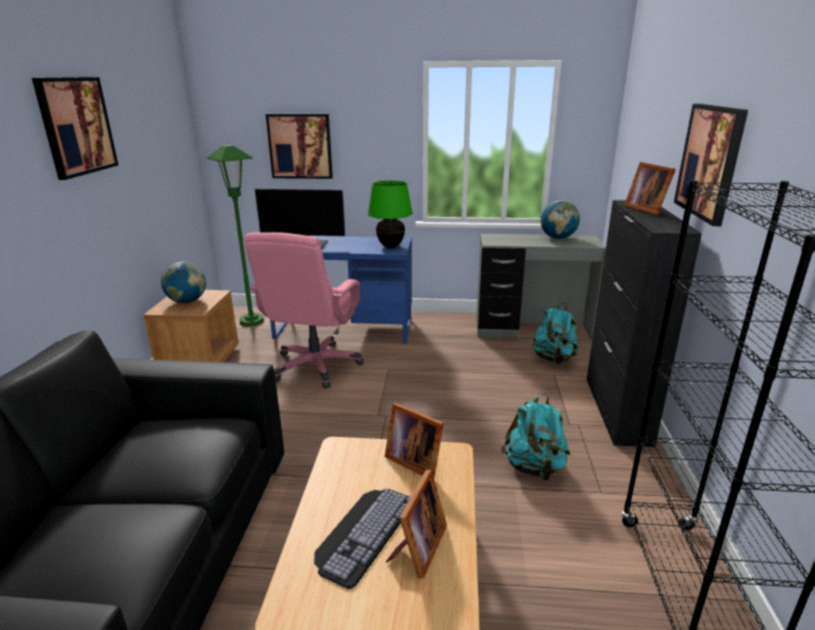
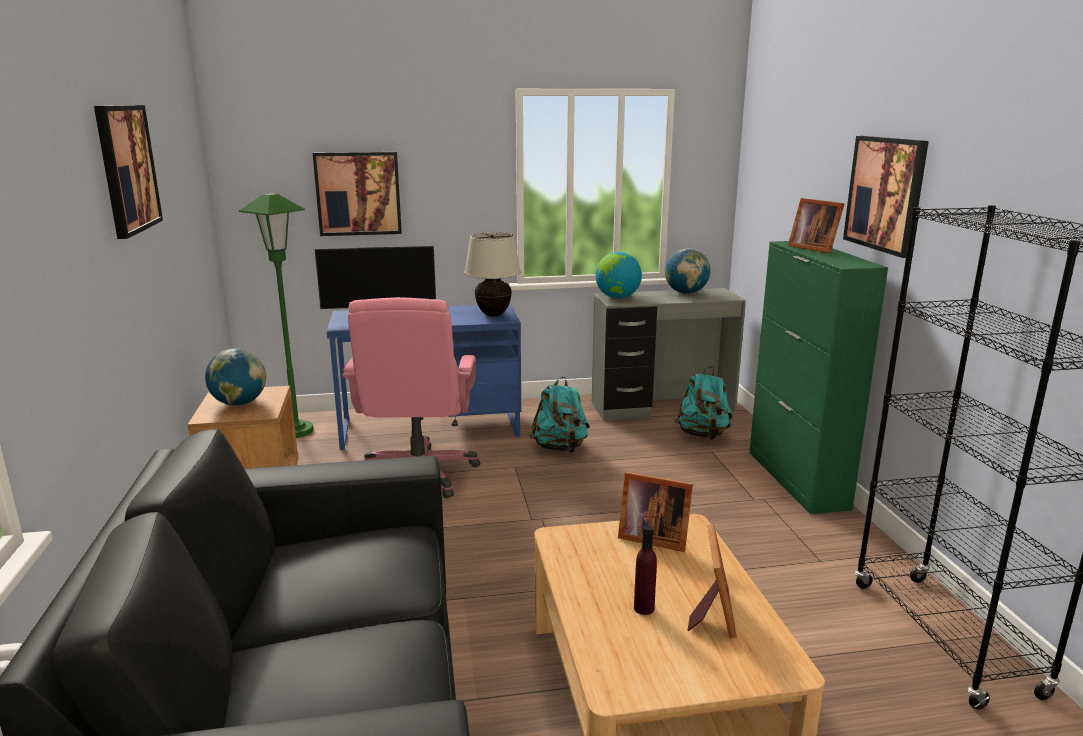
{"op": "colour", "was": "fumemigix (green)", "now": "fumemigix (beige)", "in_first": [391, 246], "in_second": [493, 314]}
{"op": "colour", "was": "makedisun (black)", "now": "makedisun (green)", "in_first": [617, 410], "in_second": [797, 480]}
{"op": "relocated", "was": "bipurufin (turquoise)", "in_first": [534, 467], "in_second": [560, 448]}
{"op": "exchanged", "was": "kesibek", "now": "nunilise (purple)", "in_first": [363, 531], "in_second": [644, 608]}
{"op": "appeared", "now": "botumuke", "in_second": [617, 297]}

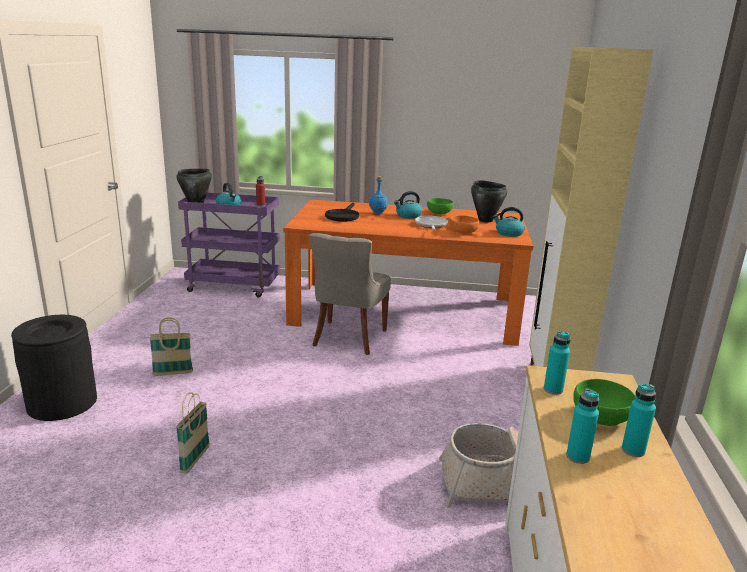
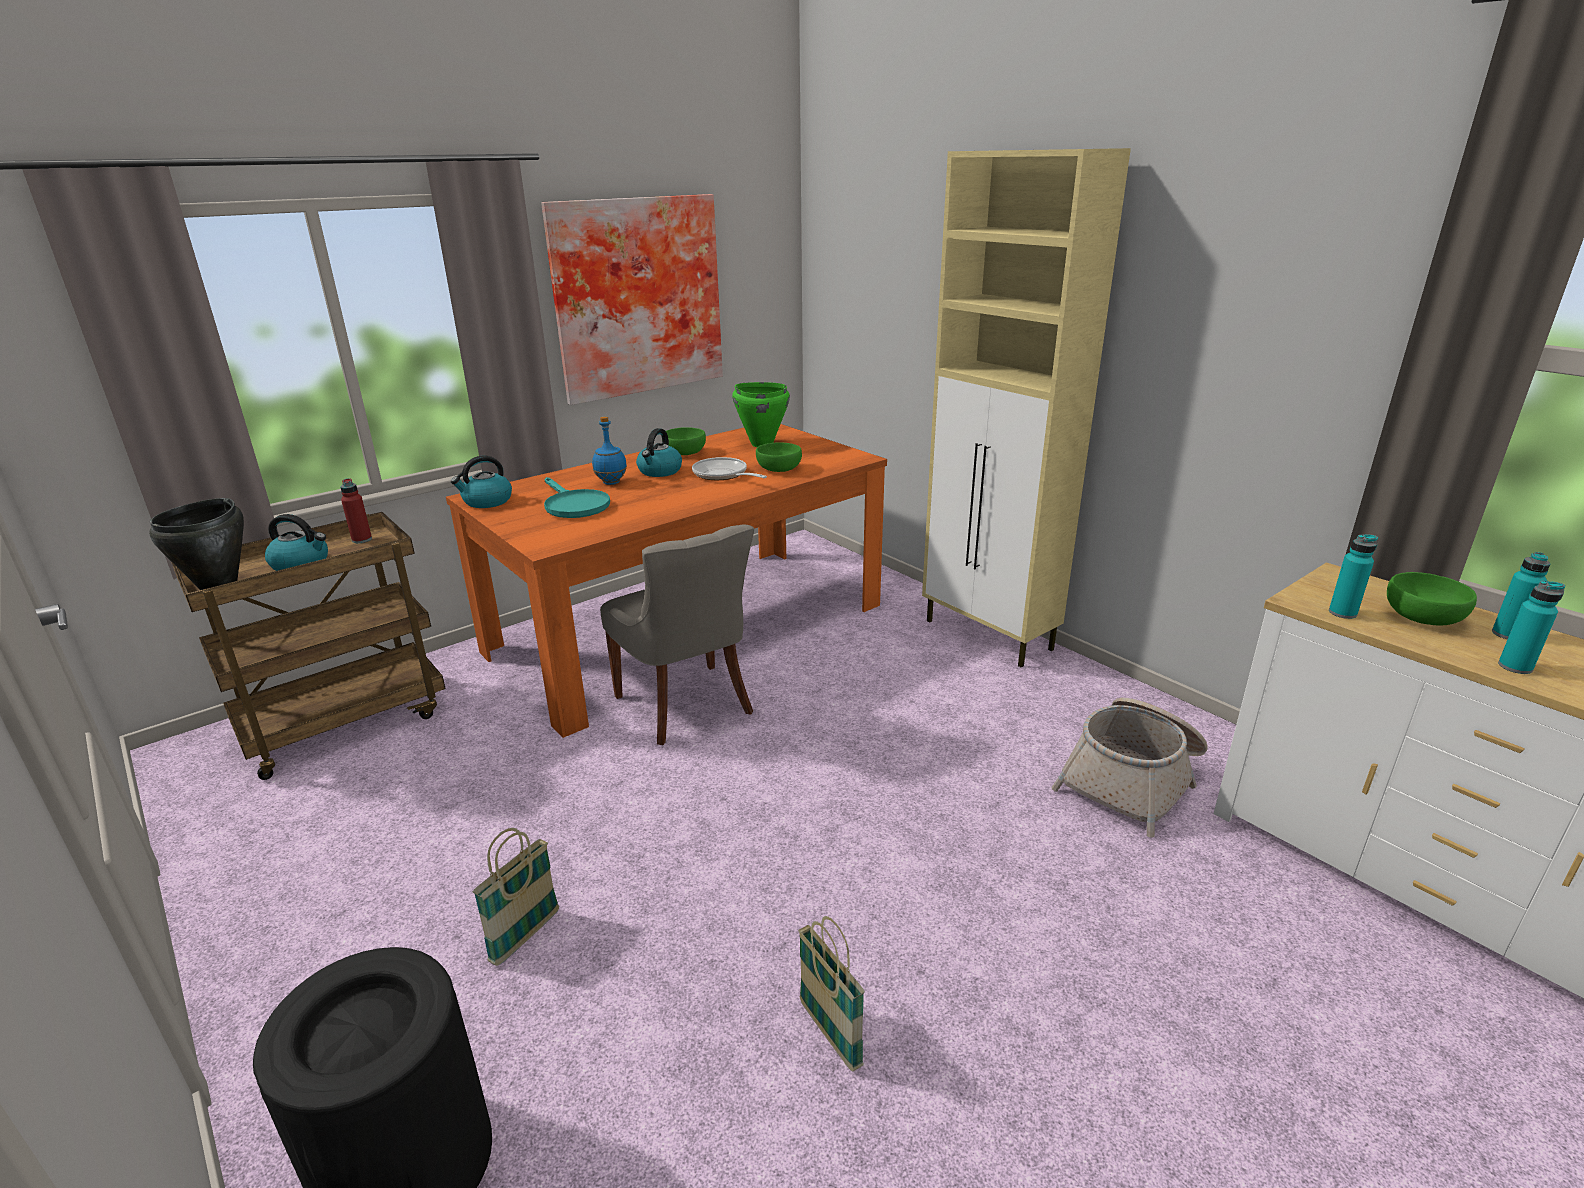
{"op": "colour", "was": "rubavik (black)", "now": "rubavik (green)", "in_first": [485, 220], "in_second": [761, 444]}
{"op": "colour", "was": "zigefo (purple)", "now": "zigefo (brown)", "in_first": [235, 286], "in_second": [346, 722]}
{"op": "colour", "was": "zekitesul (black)", "now": "zekitesul (turquoise)", "in_first": [343, 216], "in_second": [573, 505]}
{"op": "relocated", "was": "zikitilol", "in_first": [508, 233], "in_second": [487, 501]}
{"op": "colour", "was": "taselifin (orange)", "now": "taselifin (green)", "in_first": [463, 232], "in_second": [779, 469]}
{"op": "appeared", "now": "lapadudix", "in_second": [636, 297]}

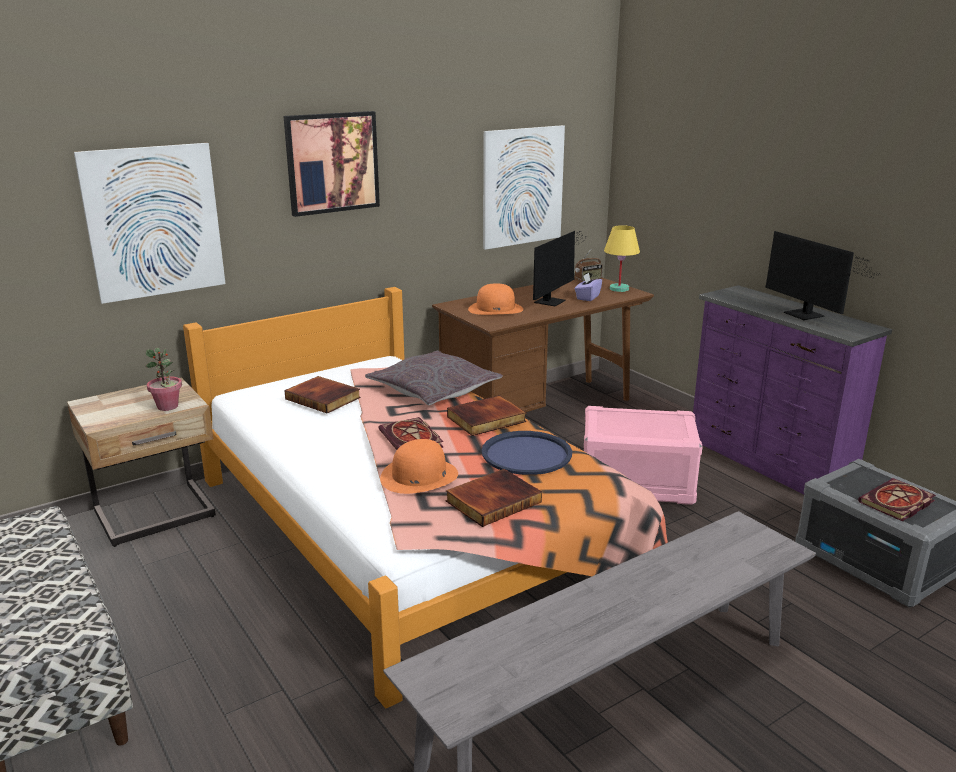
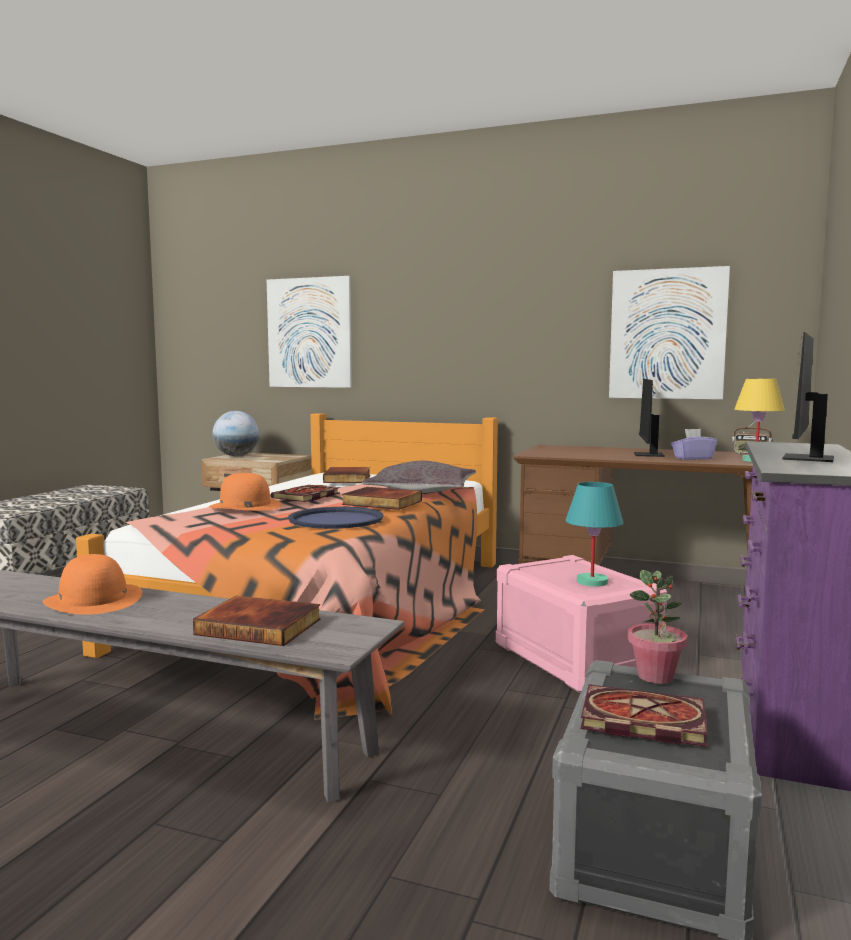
{"op": "missing", "was": "lapadudix", "in_first": [332, 162]}
{"op": "spun", "was": "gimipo", "in_first": [553, 300], "in_second": [647, 455], "clockwise": 105}
{"op": "relocated", "was": "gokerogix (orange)", "in_first": [495, 309], "in_second": [94, 600]}
{"op": "relocated", "was": "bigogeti", "in_first": [168, 406], "in_second": [655, 677]}
{"op": "relocated", "was": "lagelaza", "in_first": [492, 500], "in_second": [260, 626]}
{"op": "appeared", "now": "botumuke", "in_second": [236, 456]}
{"op": "appeared", "now": "fumemigix (turquoise)", "in_second": [592, 582]}

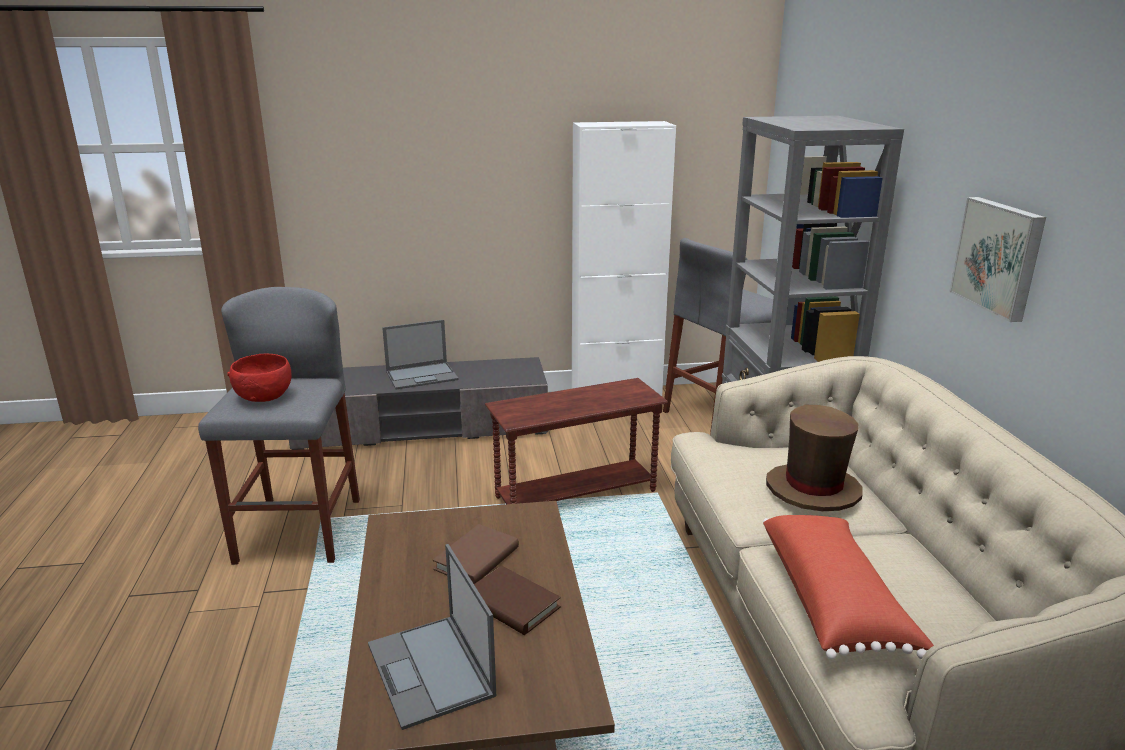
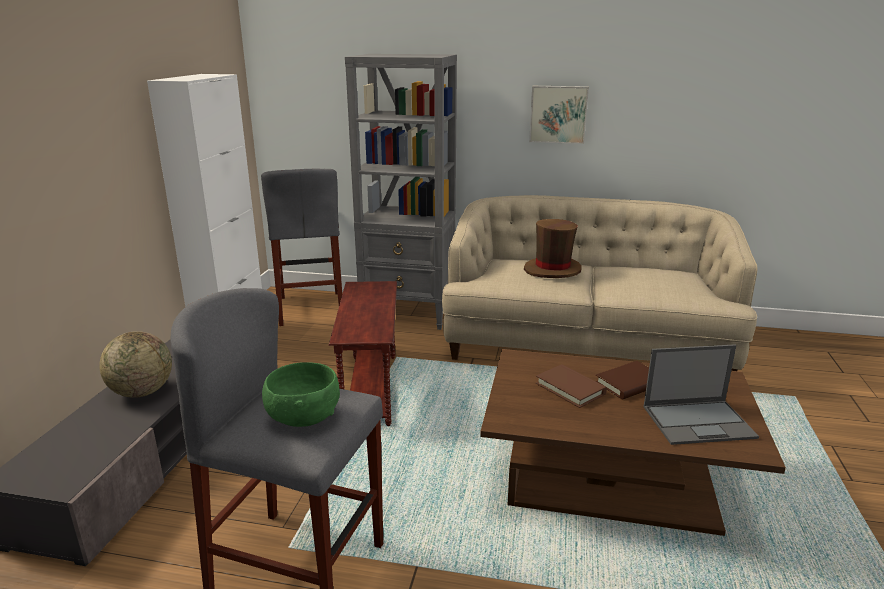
{"op": "exchanged", "was": "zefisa", "now": "botumuke", "in_first": [422, 375], "in_second": [142, 392]}
{"op": "colour", "was": "taselifin (red)", "now": "taselifin (green)", "in_first": [263, 396], "in_second": [303, 417]}
{"op": "missing", "was": "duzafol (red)", "in_first": [834, 602]}

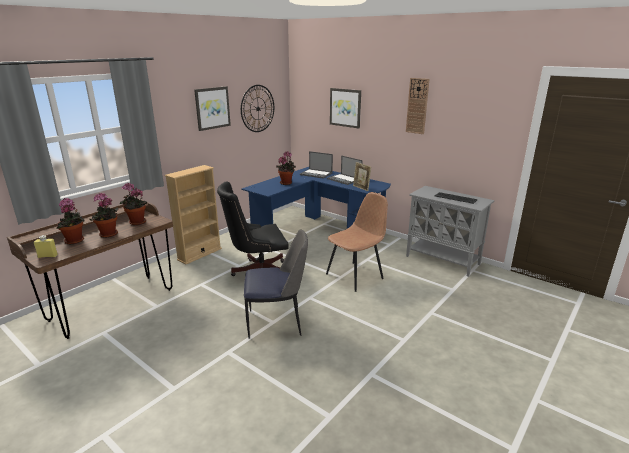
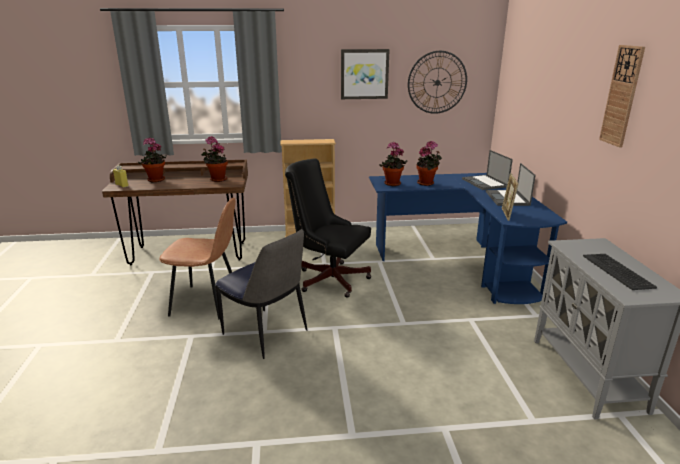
{"op": "missing", "was": "lapadudix", "in_first": [345, 107]}
{"op": "relocated", "was": "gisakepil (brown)", "in_first": [355, 276], "in_second": [206, 302]}
{"op": "relocated", "was": "bigogeti", "in_first": [109, 235], "in_second": [392, 184]}

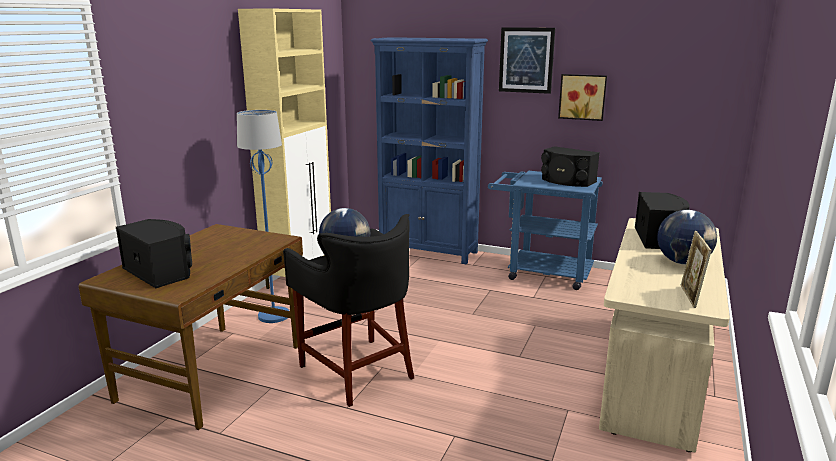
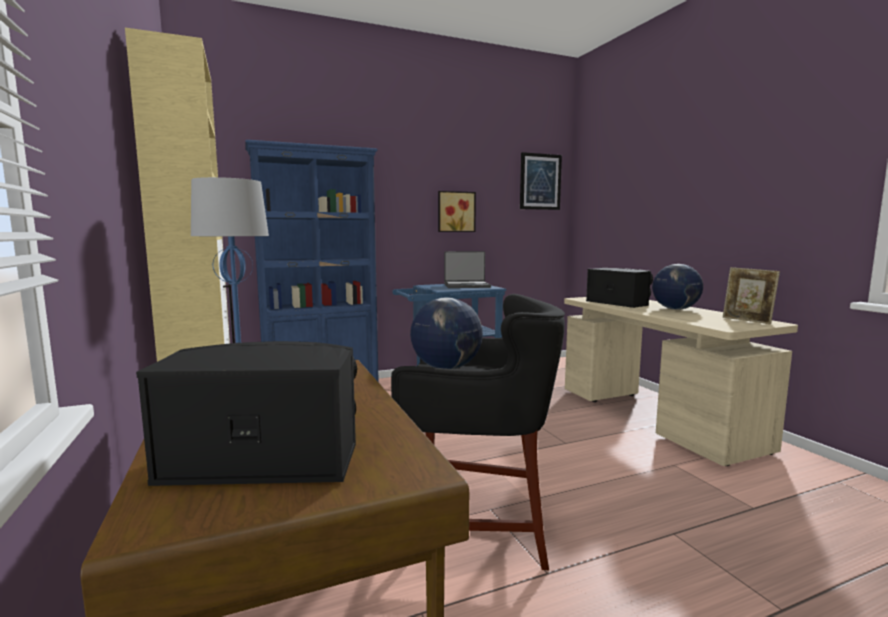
{"op": "relocated", "was": "lapadudix", "in_first": [526, 60], "in_second": [540, 182]}
{"op": "exchanged", "was": "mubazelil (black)", "now": "zefisa", "in_first": [567, 181], "in_second": [466, 286]}

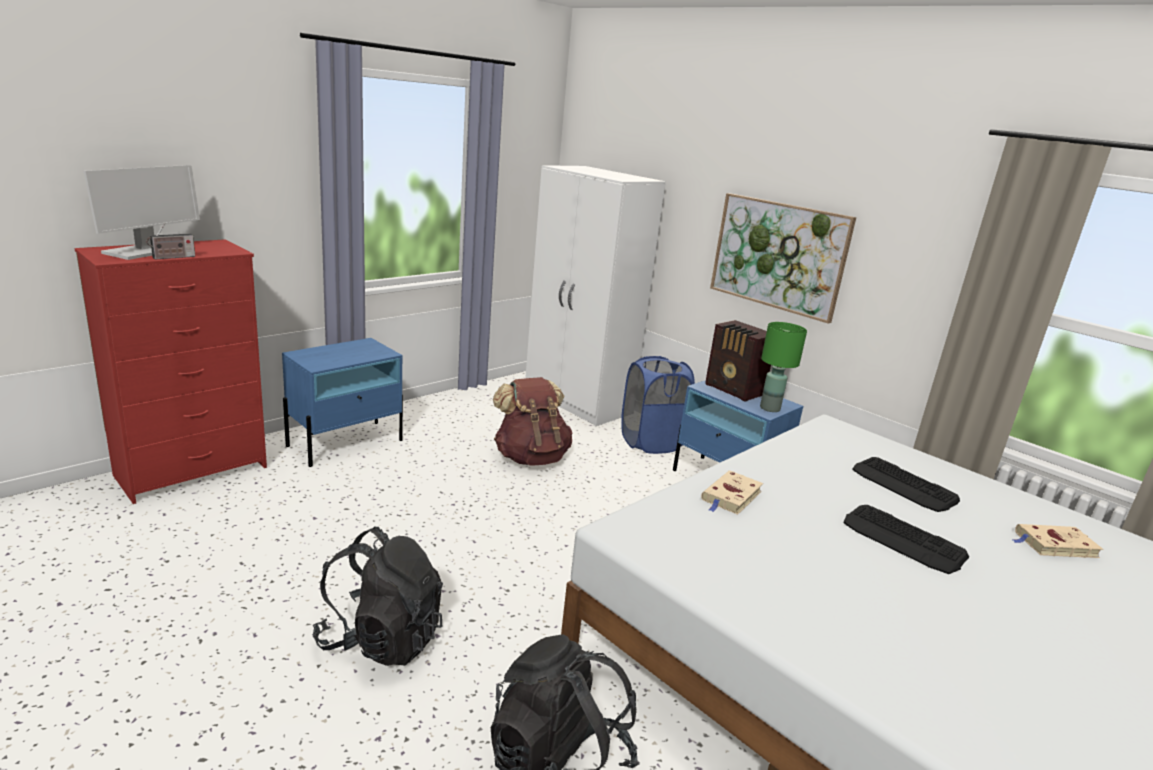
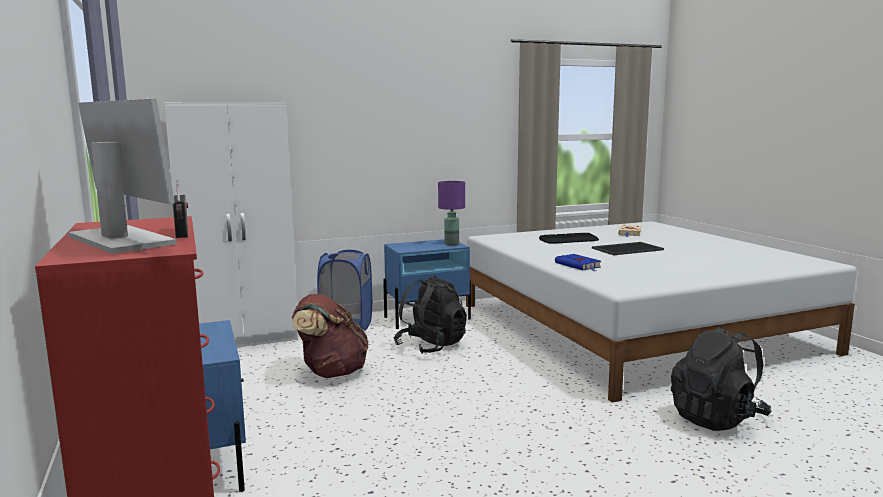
{"op": "missing", "was": "lapadudix", "in_first": [778, 255]}
{"op": "missing", "was": "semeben", "in_first": [734, 390]}
{"op": "colour", "was": "fumemigix (green)", "now": "fumemigix (purple)", "in_first": [769, 408], "in_second": [451, 244]}
{"op": "colour", "was": "lagelaza (beige)", "now": "lagelaza (blue)", "in_first": [731, 497], "in_second": [579, 265]}
{"op": "exchanged", "was": "kesibek", "now": "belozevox", "in_first": [903, 540], "in_second": [627, 249]}
{"op": "relocated", "was": "bipurufin (black)", "in_first": [381, 639], "in_second": [431, 346]}

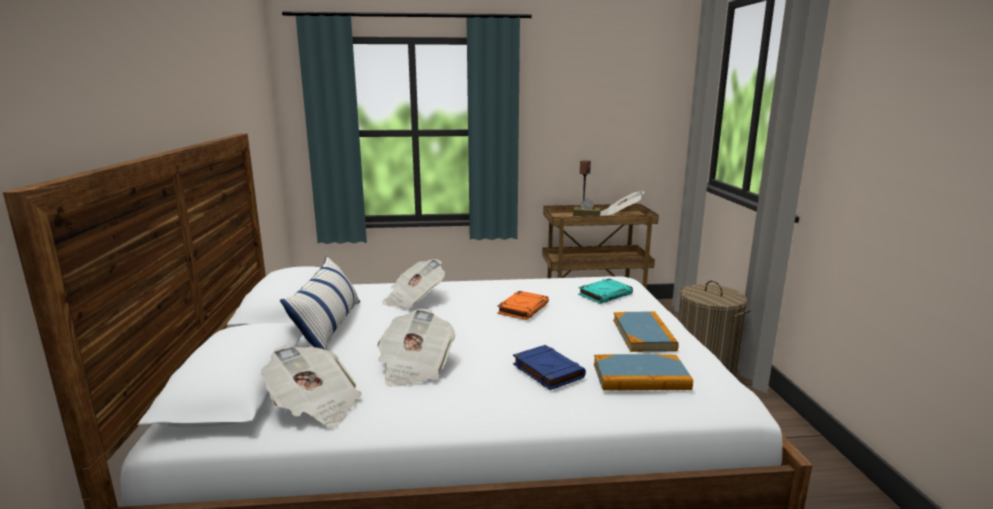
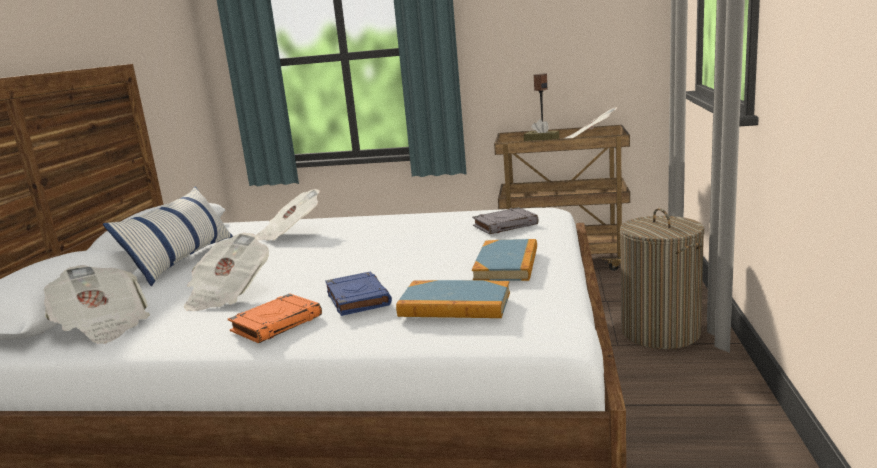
{"op": "colour", "was": "lagelaza (turquoise)", "now": "lagelaza (grey)", "in_first": [605, 294], "in_second": [505, 225]}
{"op": "relocated", "was": "lagelaza (orange)", "in_first": [523, 308], "in_second": [277, 323]}

